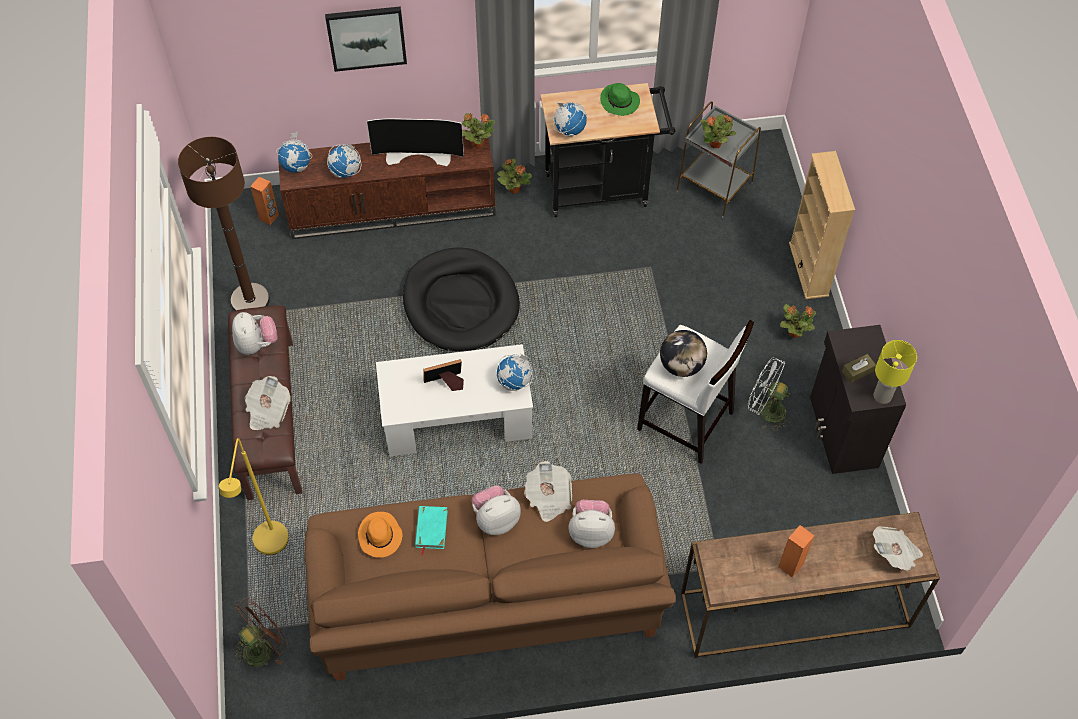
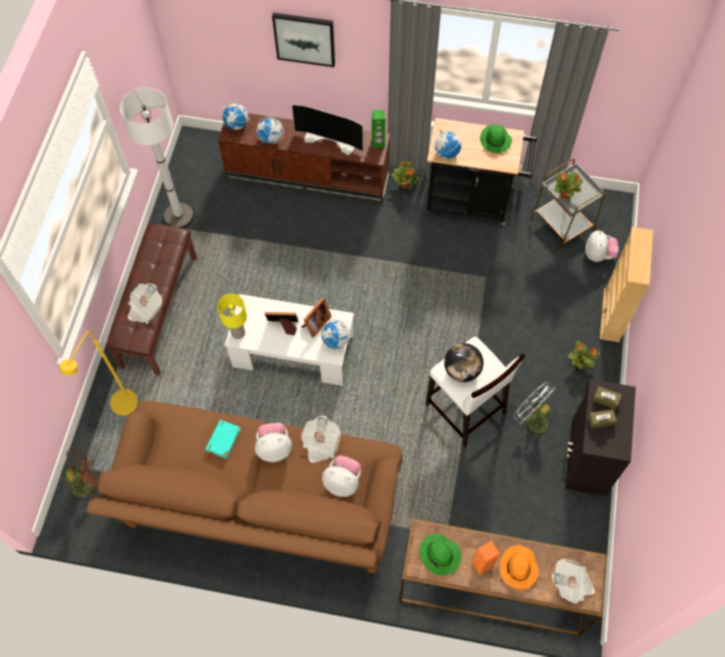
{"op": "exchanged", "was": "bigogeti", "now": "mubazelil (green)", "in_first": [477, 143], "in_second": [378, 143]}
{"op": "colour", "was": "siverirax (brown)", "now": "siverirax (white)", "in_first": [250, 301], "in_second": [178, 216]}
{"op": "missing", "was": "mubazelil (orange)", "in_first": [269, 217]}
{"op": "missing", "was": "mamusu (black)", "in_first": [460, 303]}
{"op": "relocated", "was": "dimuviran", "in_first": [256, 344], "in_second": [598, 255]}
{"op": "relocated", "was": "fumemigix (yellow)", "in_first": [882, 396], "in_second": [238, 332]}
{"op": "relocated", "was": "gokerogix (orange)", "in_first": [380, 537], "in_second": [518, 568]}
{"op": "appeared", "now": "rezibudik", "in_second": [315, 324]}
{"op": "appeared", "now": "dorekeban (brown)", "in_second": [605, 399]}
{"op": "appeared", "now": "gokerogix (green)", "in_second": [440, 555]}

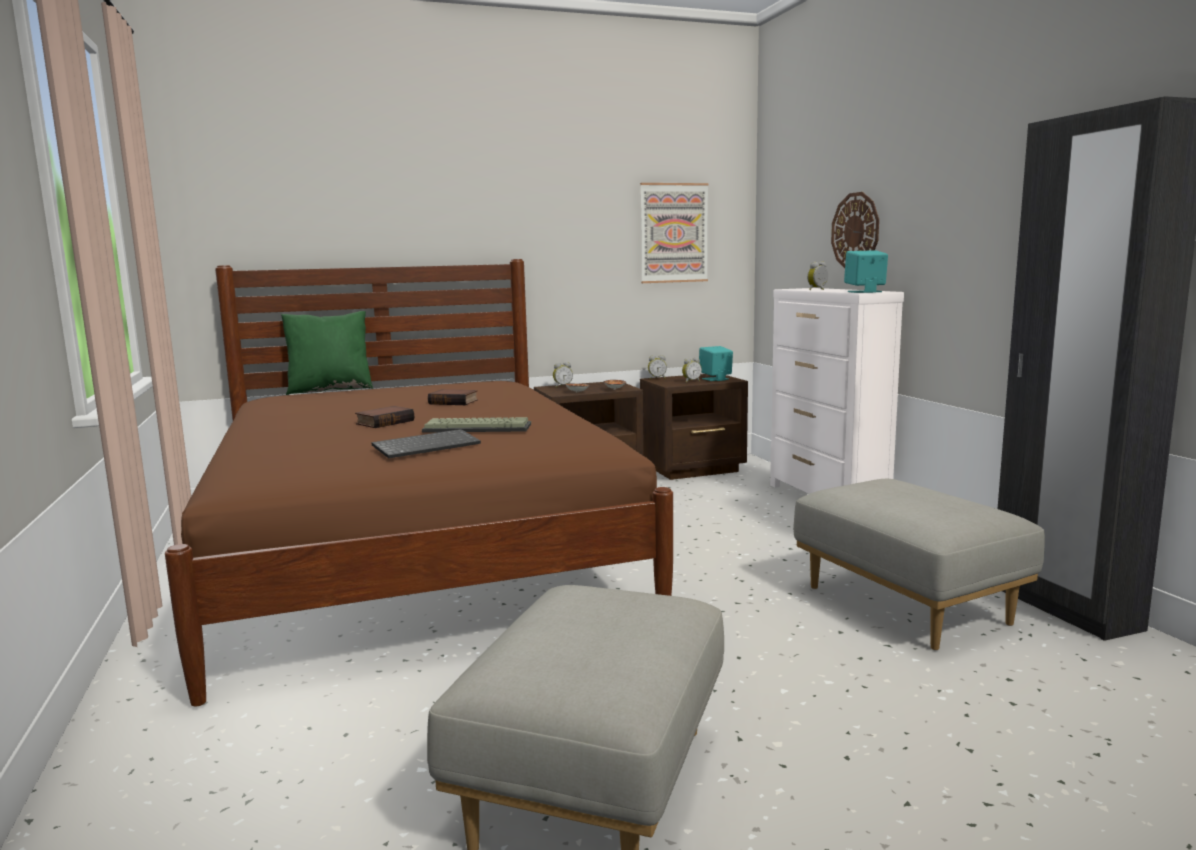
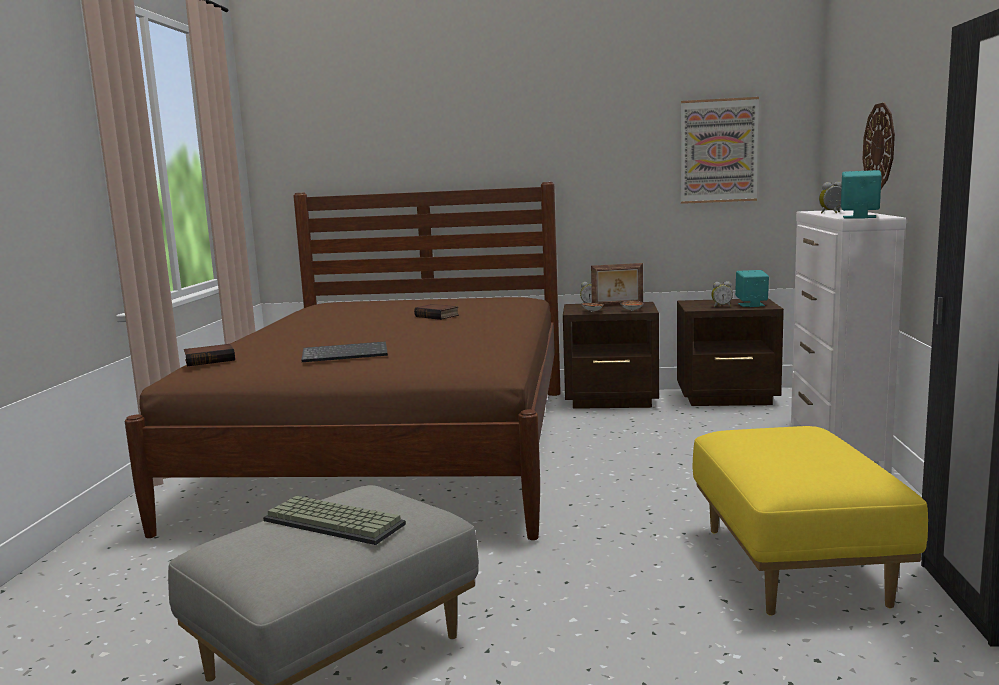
{"op": "missing", "was": "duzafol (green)", "in_first": [330, 390]}
{"op": "missing", "was": "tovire", "in_first": [657, 378]}
{"op": "relocated", "was": "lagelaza", "in_first": [385, 422], "in_second": [210, 360]}
{"op": "relocated", "was": "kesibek", "in_first": [479, 427], "in_second": [336, 522]}
{"op": "colour", "was": "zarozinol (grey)", "now": "zarozinol (yellow)", "in_first": [908, 605], "in_second": [795, 566]}
{"op": "appeared", "now": "rezibudik", "in_second": [617, 305]}

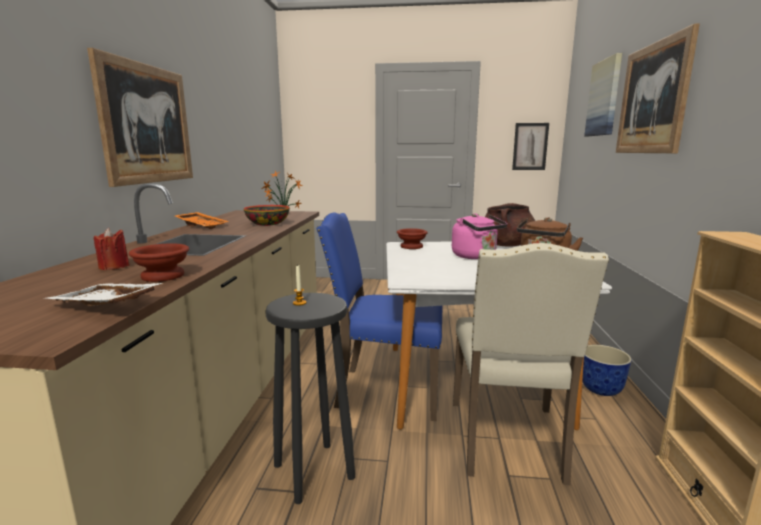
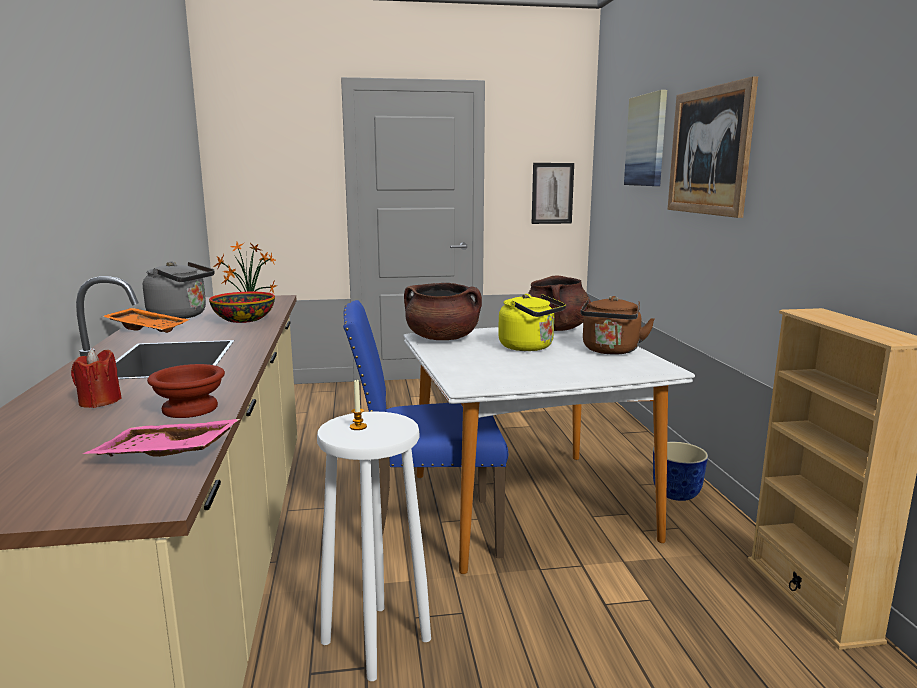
{"op": "missing", "was": "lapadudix", "in_first": [147, 124]}
{"op": "colour", "was": "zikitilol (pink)", "now": "zikitilol (yellow)", "in_first": [476, 256], "in_second": [529, 347]}
{"op": "exchanged", "was": "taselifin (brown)", "now": "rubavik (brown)", "in_first": [412, 246], "in_second": [442, 338]}
{"op": "missing", "was": "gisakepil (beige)", "in_first": [508, 441]}
{"op": "colour", "was": "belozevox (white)", "now": "belozevox (pink)", "in_first": [105, 306], "in_second": [165, 455]}
{"op": "colour", "was": "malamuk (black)", "now": "malamuk (white)", "in_first": [313, 470], "in_second": [375, 639]}
{"op": "appeared", "now": "zikitilol (grey)", "in_second": [181, 316]}

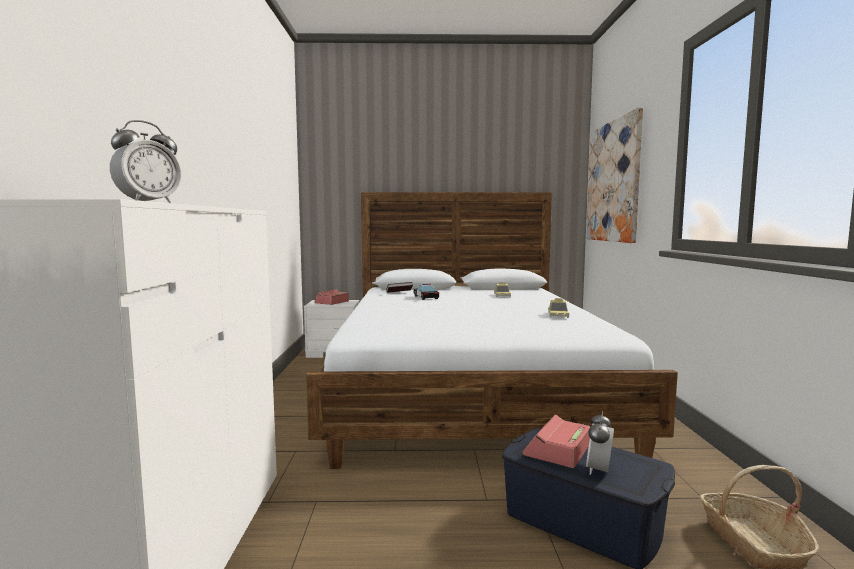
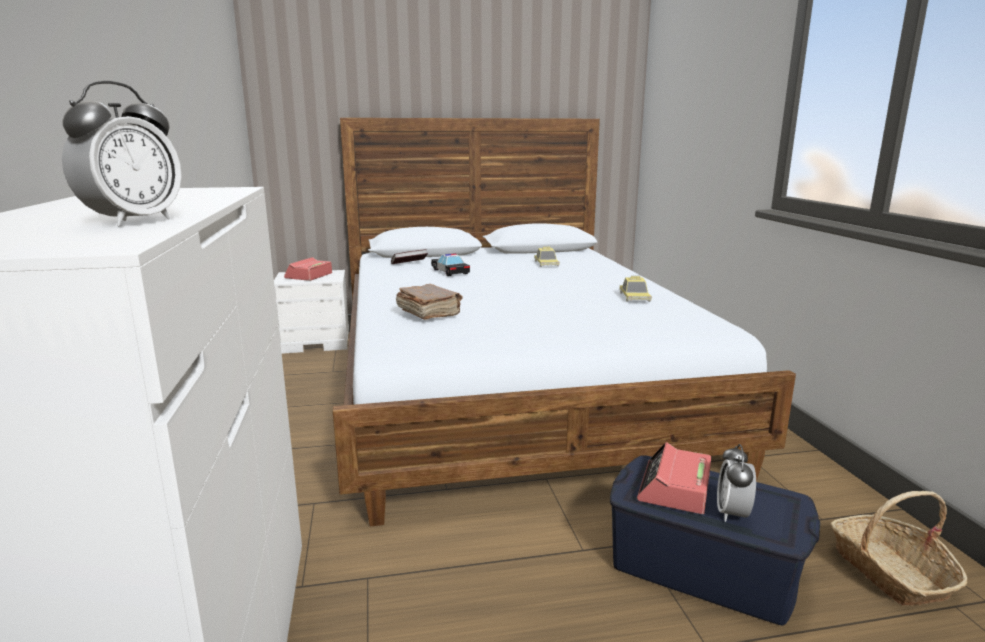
{"op": "missing", "was": "lapadudix", "in_first": [613, 182]}
{"op": "appeared", "now": "lagelaza (brown)", "in_second": [428, 313]}

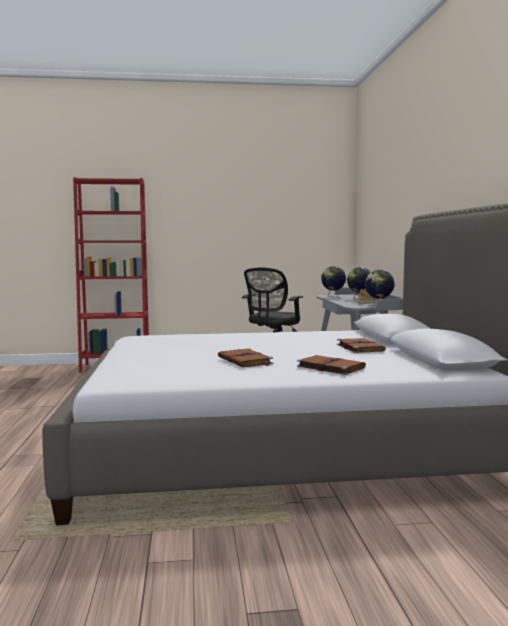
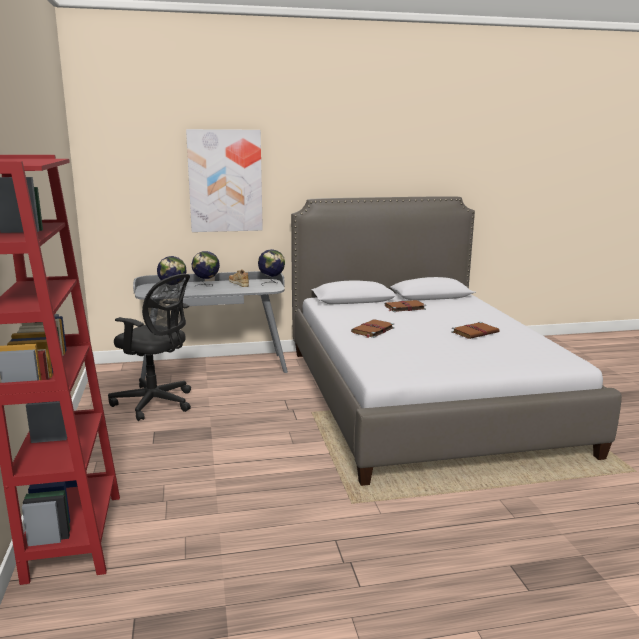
{"op": "relocated", "was": "lagelaza (brown)", "in_first": [329, 367], "in_second": [372, 330]}
{"op": "appeared", "now": "lapadudix", "in_second": [225, 181]}

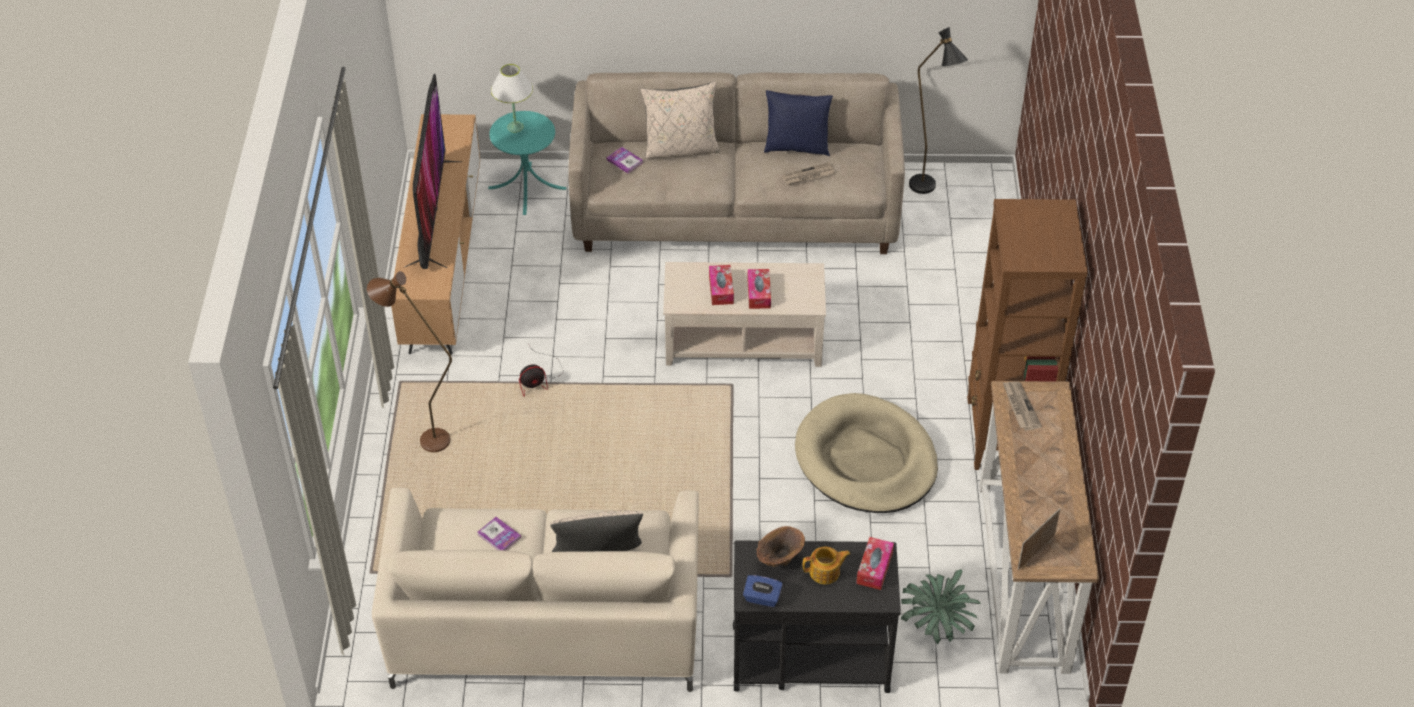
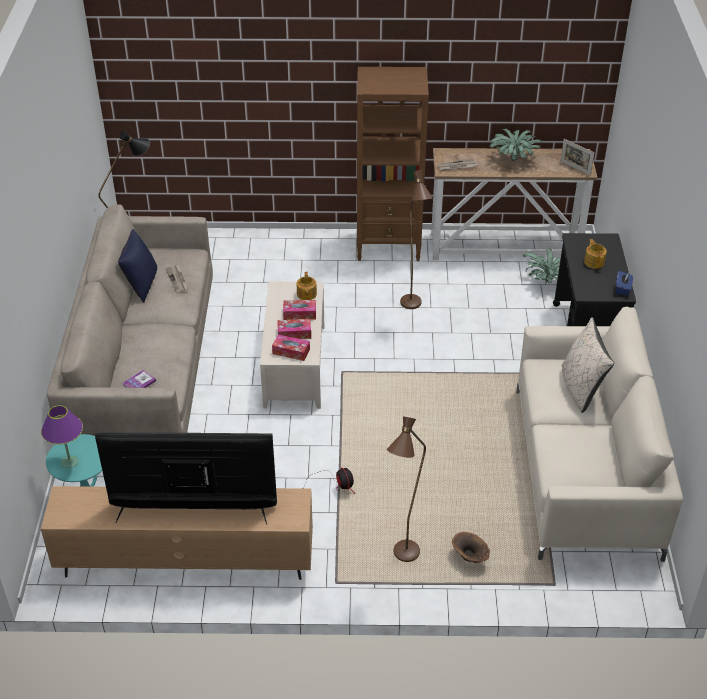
{"op": "colour", "was": "fumemigix (white)", "now": "fumemigix (purple)", "in_first": [515, 127], "in_second": [70, 462]}
{"op": "missing", "was": "duzafol (beige)", "in_first": [681, 149]}
{"op": "exchanged", "was": "mamusu (beige)", "now": "siverirax (brown)", "in_first": [866, 459], "in_second": [413, 307]}
{"op": "missing", "was": "lagelaza", "in_first": [499, 535]}
{"op": "relocated", "was": "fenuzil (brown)", "in_first": [779, 560], "in_second": [469, 559]}
{"op": "relocated", "was": "dorekeban", "in_first": [874, 568], "in_second": [291, 351]}
{"op": "appeared", "now": "bigogeti", "in_second": [513, 159]}
{"op": "appeared", "now": "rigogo", "in_second": [306, 294]}

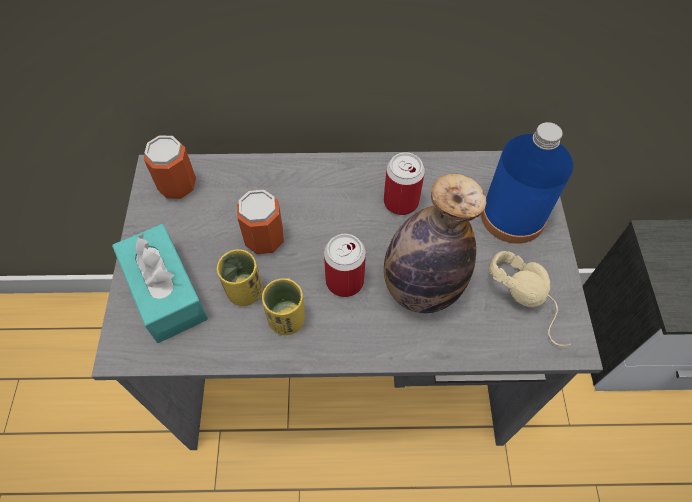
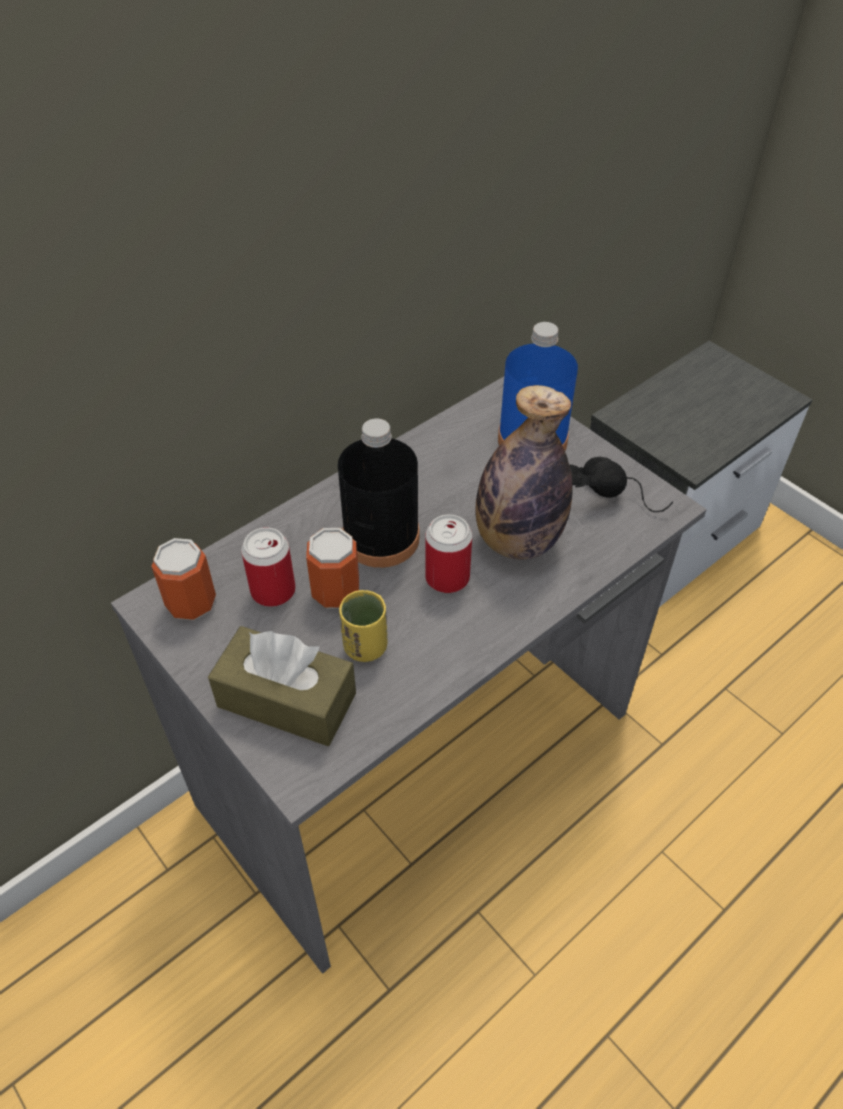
{"op": "relocated", "was": "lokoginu", "in_first": [401, 202], "in_second": [273, 590]}
{"op": "colour", "was": "dorekeban (turquoise)", "now": "dorekeban (brown)", "in_first": [166, 292], "in_second": [286, 700]}
{"op": "colour", "was": "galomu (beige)", "now": "galomu (black)", "in_first": [532, 300], "in_second": [610, 493]}
{"op": "missing", "was": "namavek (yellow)", "in_first": [287, 320]}
{"op": "appeared", "now": "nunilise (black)", "in_second": [381, 538]}

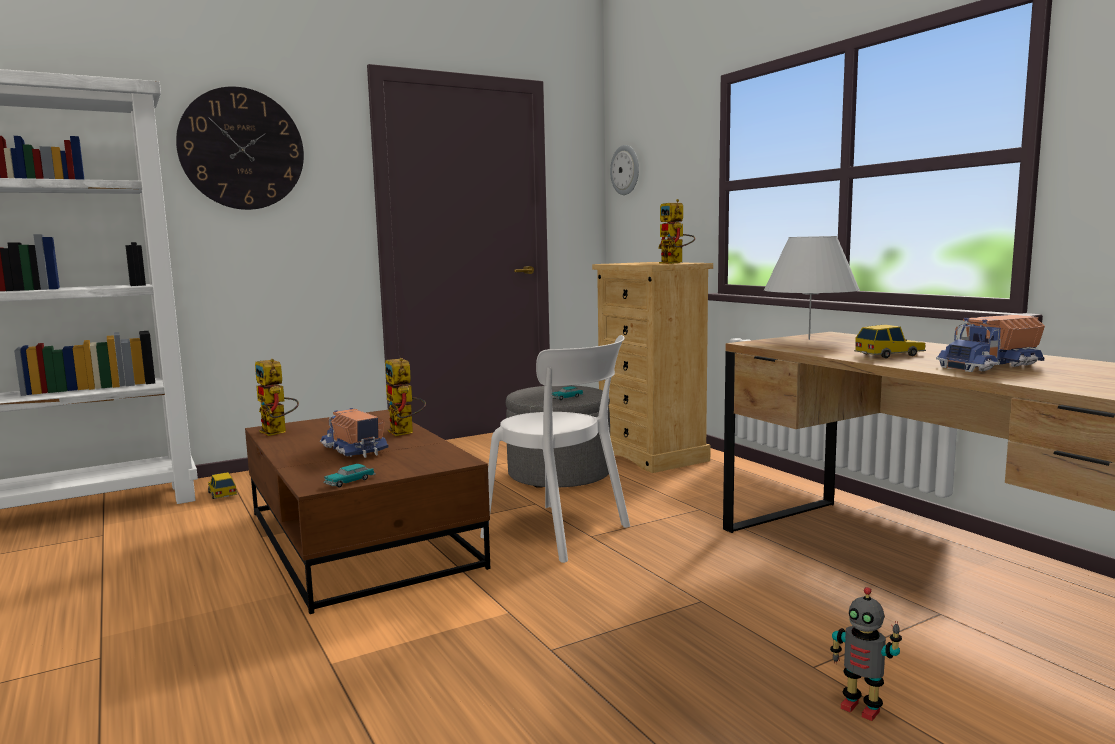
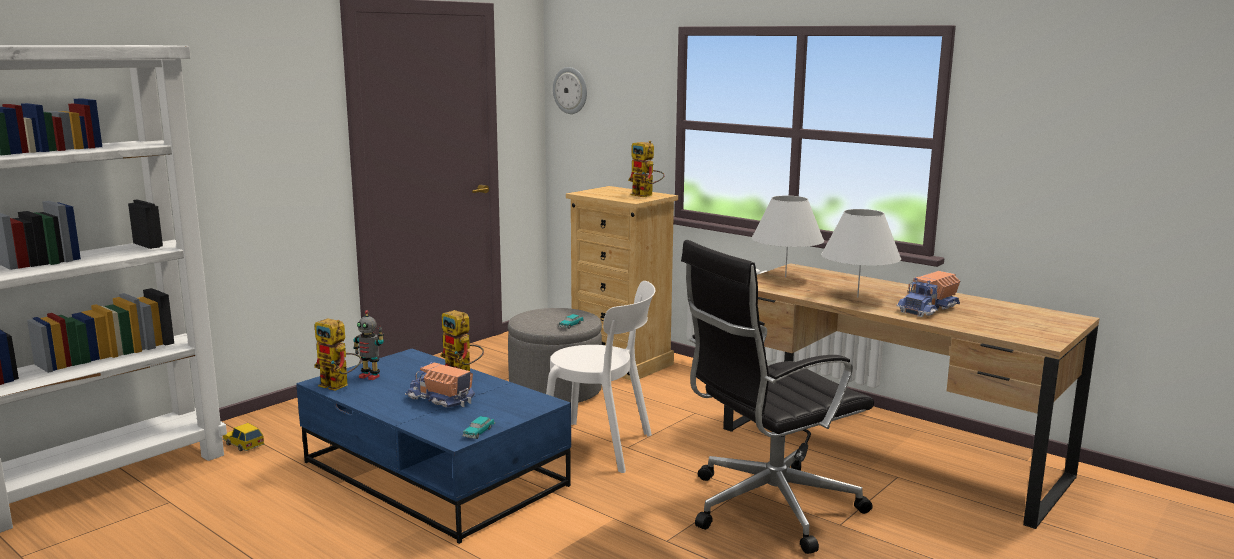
{"op": "missing", "was": "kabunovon", "in_first": [242, 149]}
{"op": "exchanged", "was": "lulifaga", "now": "fumemigix (white)", "in_first": [889, 355], "in_second": [857, 297]}
{"op": "colour", "was": "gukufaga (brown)", "now": "gukufaga (blue)", "in_first": [362, 539], "in_second": [436, 474]}
{"op": "relocated", "was": "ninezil", "in_first": [861, 708], "in_second": [370, 376]}
{"op": "appeared", "now": "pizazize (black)", "in_second": [767, 507]}

